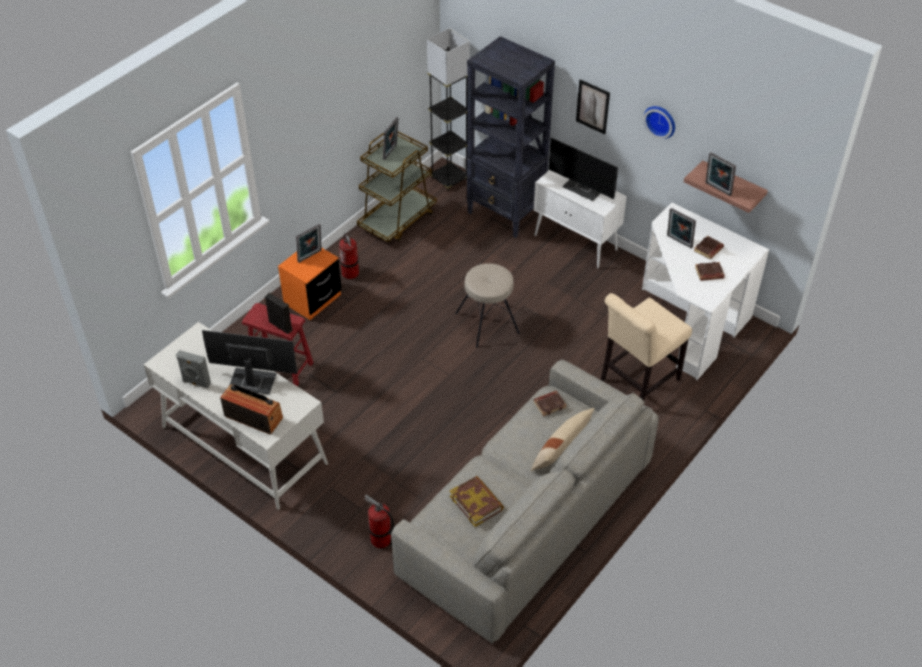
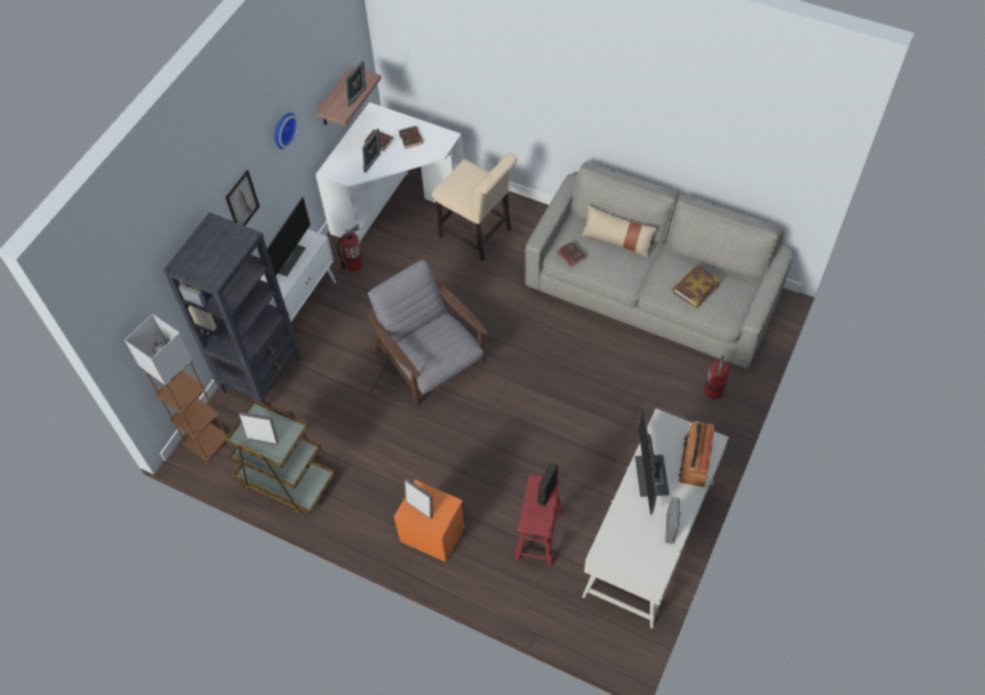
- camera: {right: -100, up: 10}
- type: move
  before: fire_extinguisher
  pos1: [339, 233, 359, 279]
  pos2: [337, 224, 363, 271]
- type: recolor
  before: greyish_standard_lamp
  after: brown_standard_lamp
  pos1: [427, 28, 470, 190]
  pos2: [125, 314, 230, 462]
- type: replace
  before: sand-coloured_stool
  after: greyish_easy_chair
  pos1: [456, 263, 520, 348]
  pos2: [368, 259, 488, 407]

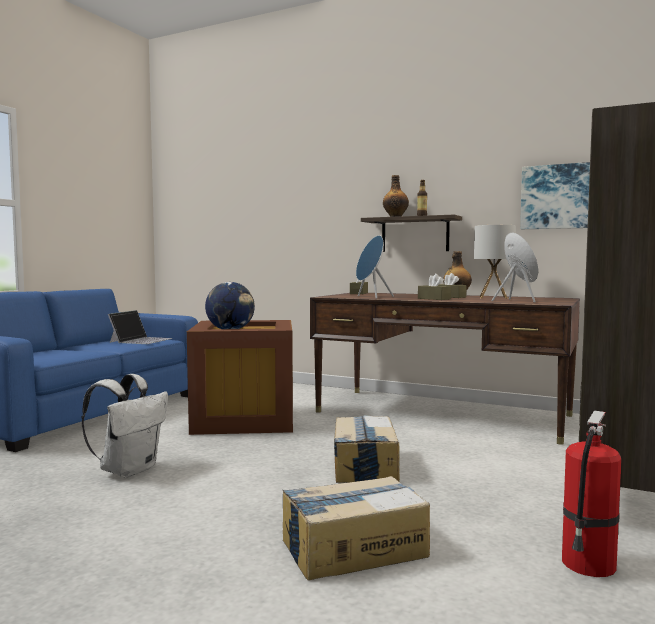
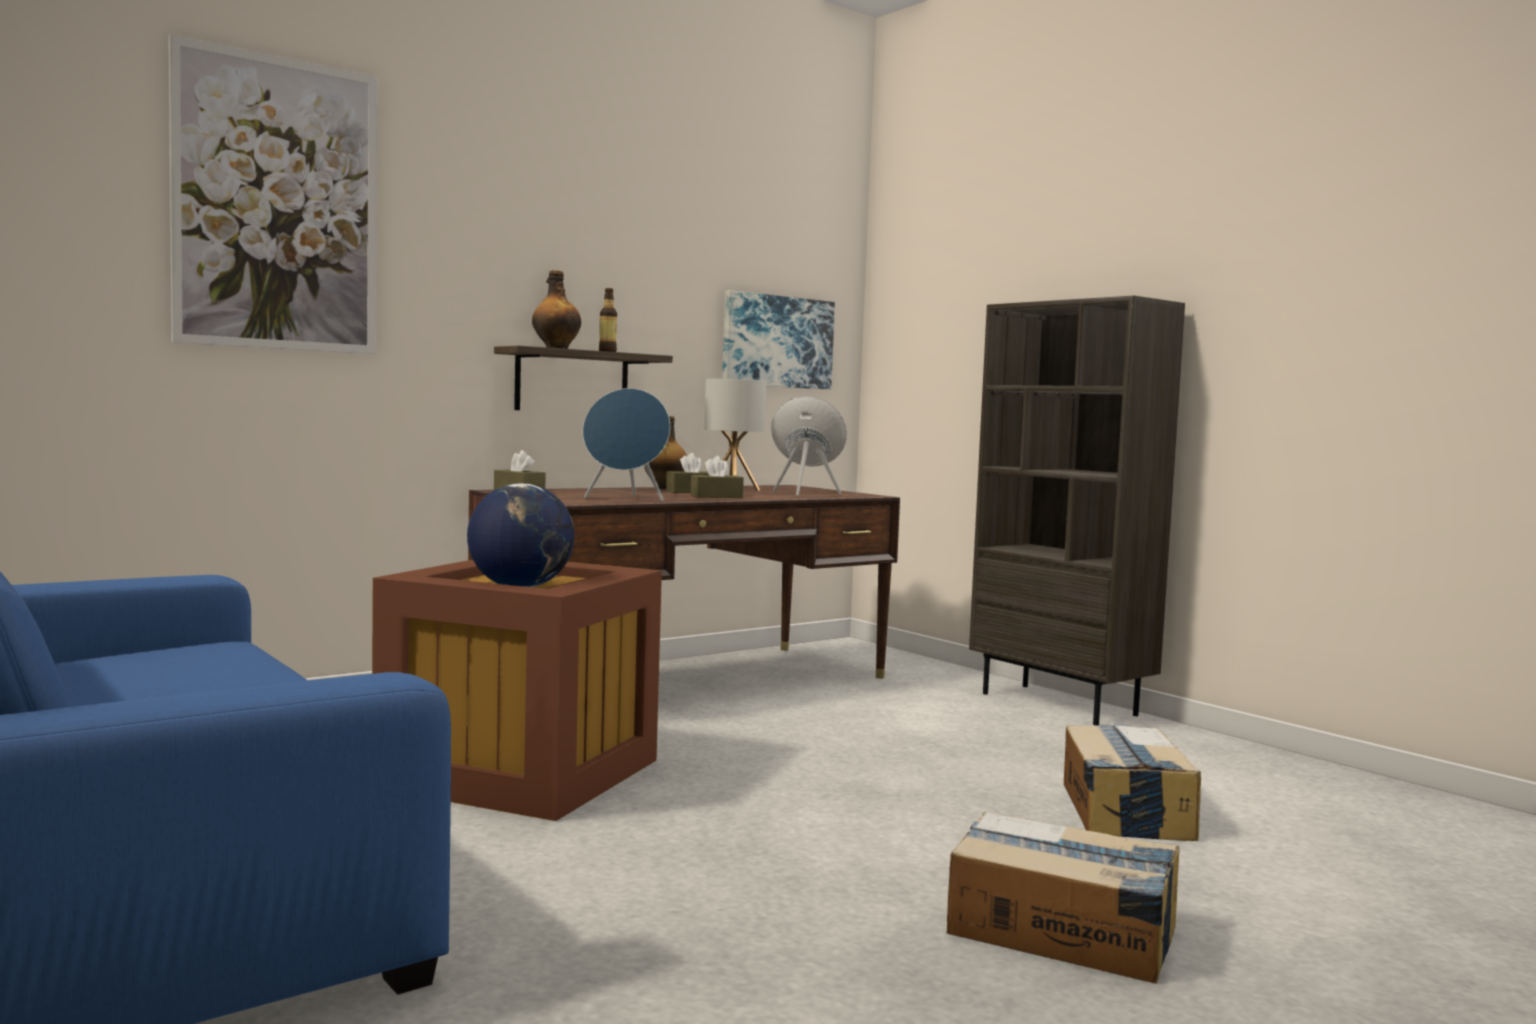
- camera: {right: -65, up: 0}
- type: delete
  before: white-coloured_knapsack
  pos1: [81, 374, 168, 478]
- type: delete
  before: portable_computer
  pos1: [108, 310, 172, 344]
- type: move
  before: carton
  pos1: [334, 415, 400, 483]
  pos2: [946, 812, 1180, 984]
- type: delete
  before: fire_extinguisher
  pos1: [562, 410, 622, 577]
- type: insert
  after: wall_art
  pos2: [169, 35, 377, 354]

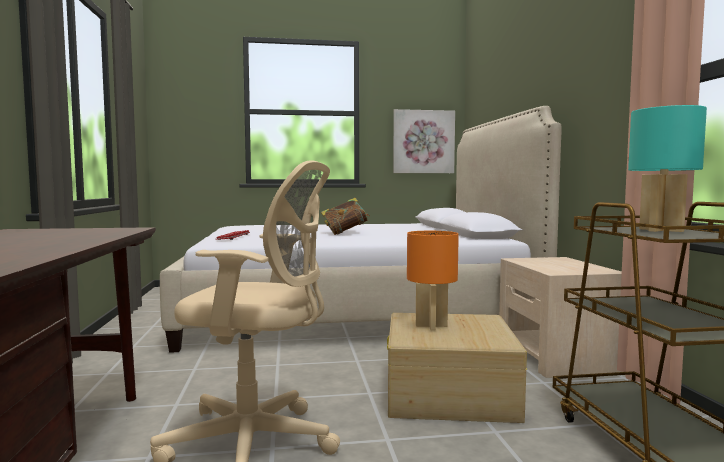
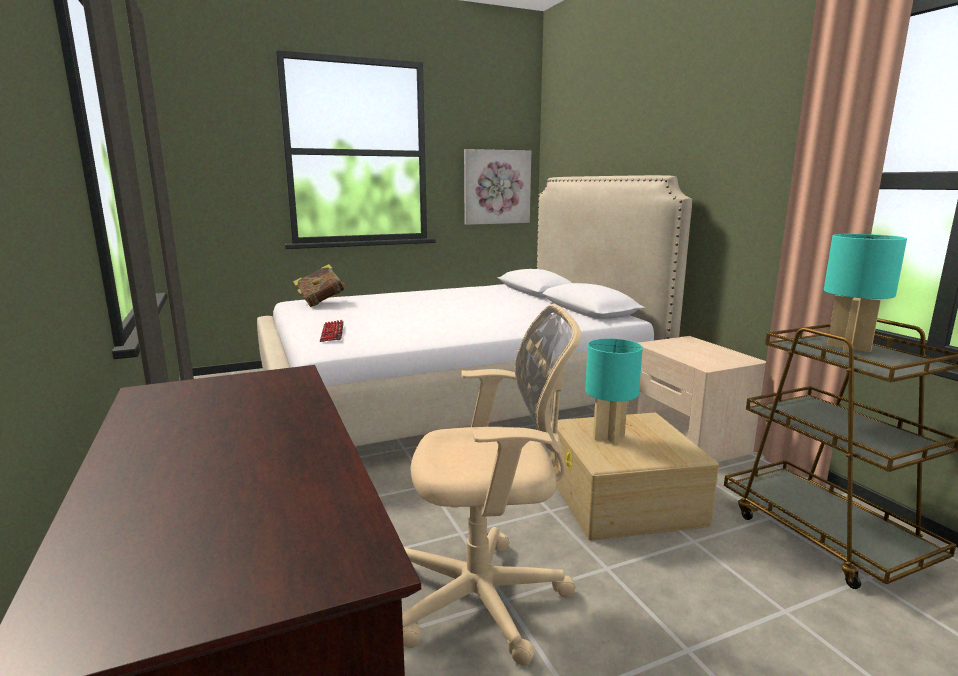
- camera: {right: -15, up: 10}
- type: move
  before: book
  pos1: [321, 198, 369, 235]
  pos2: [293, 264, 347, 307]
- type: recolor
  before: orangey_lamp_for_a_table
  after: turquoise_lamp_for_a_table
  pos1: [407, 231, 459, 331]
  pos2: [585, 339, 643, 445]

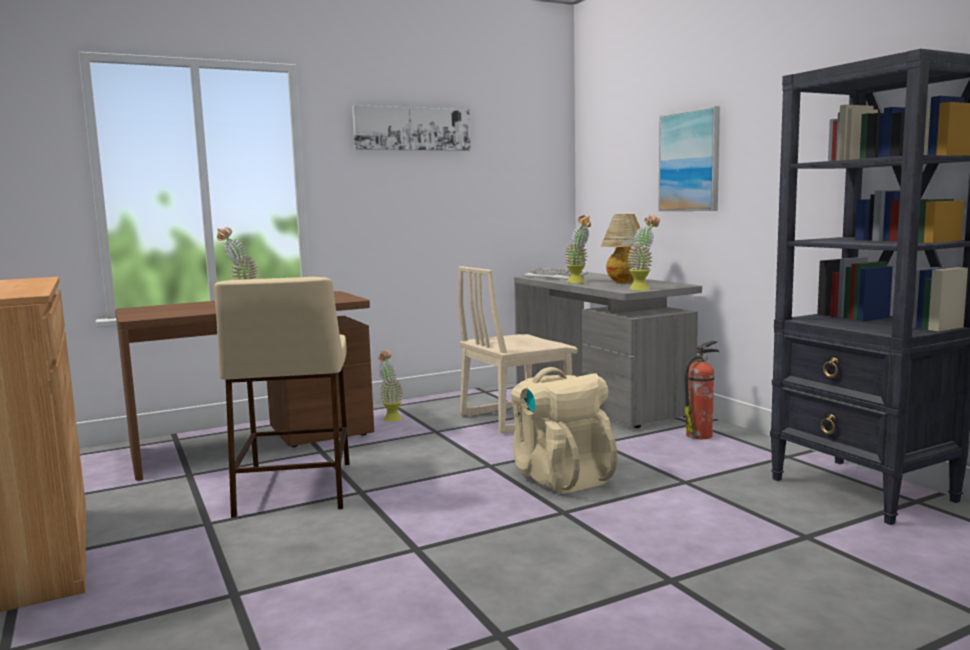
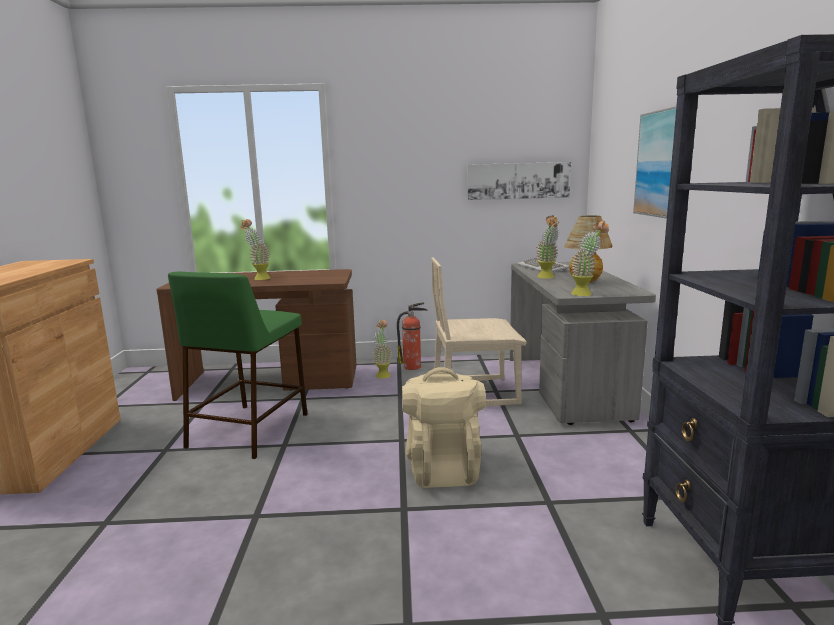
- camera: {right: 25, up: 5}
- type: recolor
  before: sand-coloured_stool
  after: green-coloured_stool
  pos1: [214, 277, 350, 518]
  pos2: [168, 271, 308, 459]
- type: move
  before: wall_art
  pos1: [352, 105, 471, 151]
  pos2: [467, 162, 571, 200]
- type: move
  before: fire_extinguisher
  pos1: [684, 341, 719, 439]
  pos2: [397, 302, 427, 370]

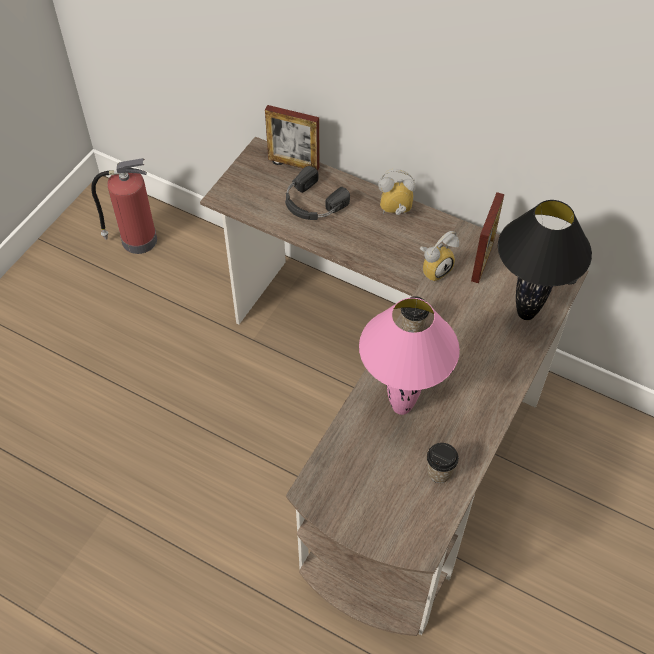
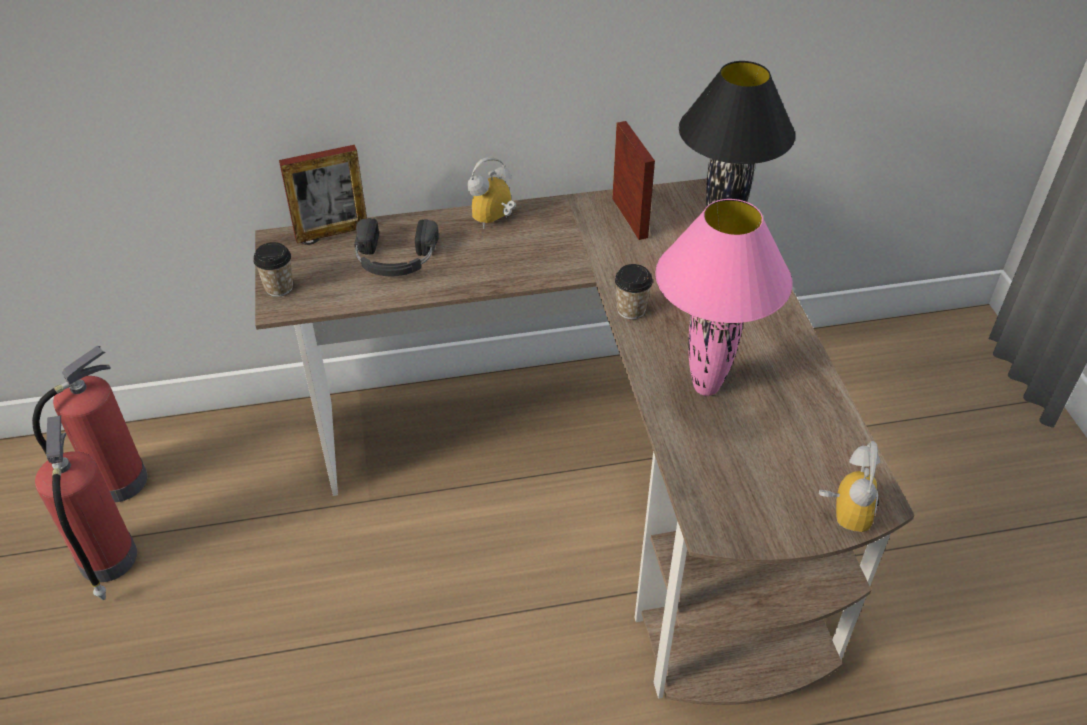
- camera: {right: -40, up: -10}
- type: move
  before: alarm_clock
  pos1: [420, 231, 459, 282]
  pos2: [819, 441, 880, 532]
- type: move
  before: small_cup
  pos1: [427, 443, 459, 483]
  pos2: [253, 242, 293, 297]
- type: insert
  after: fire_extinguisher
  pos2: [35, 416, 137, 600]

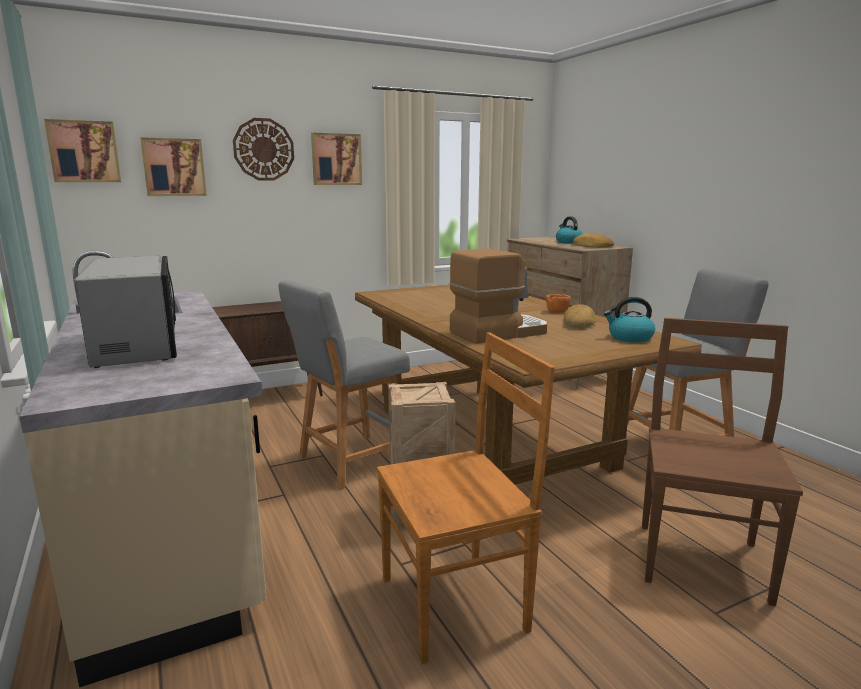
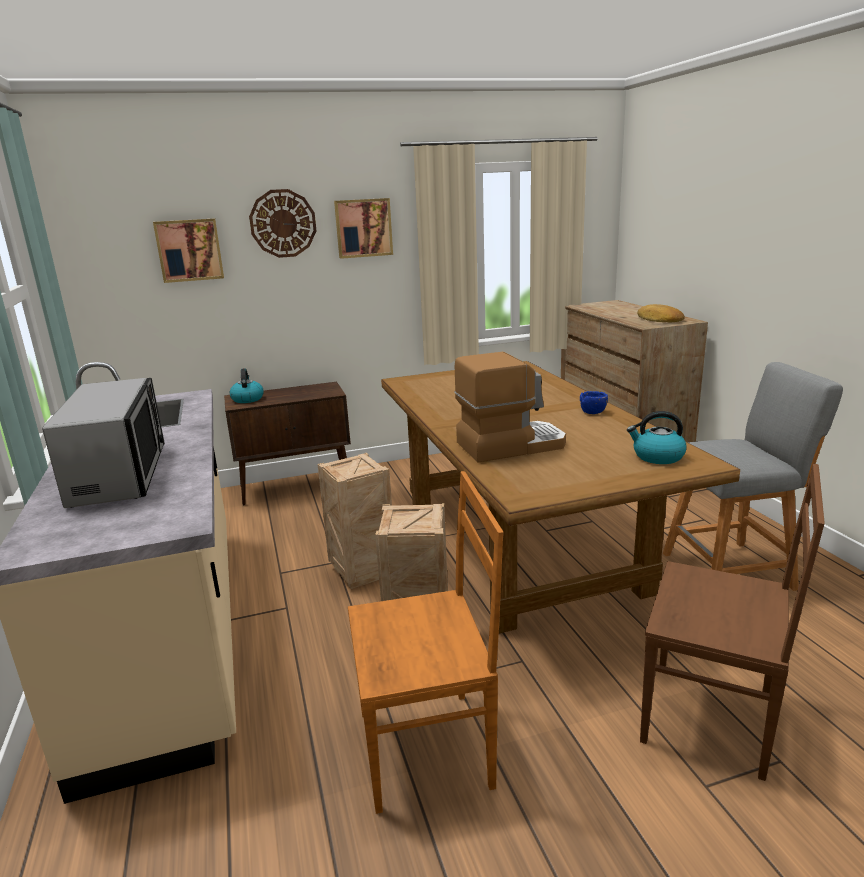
- camera: {right: 10, up: 5}
- type: delete
  before: wall_art
  pos1: [44, 119, 121, 182]
- type: replace
  before: greyish_stool
  after: crate
  pos1: [278, 280, 410, 490]
  pos2: [317, 453, 392, 589]
- type: recolor
  before: orangey_deep_dish
  after: bluish_deep_dish
  pos1: [546, 294, 571, 313]
  pos2: [580, 391, 608, 414]
- type: move
  before: water_kettle
  pos1: [556, 216, 583, 244]
  pos2: [230, 368, 264, 403]
- type: delete
  before: bread
  pos1: [564, 304, 596, 328]
- type: rotate
  before: brown_chair
  pos1: [642, 318, 803, 606]
  pos2: [640, 464, 825, 781]
  turn: 90

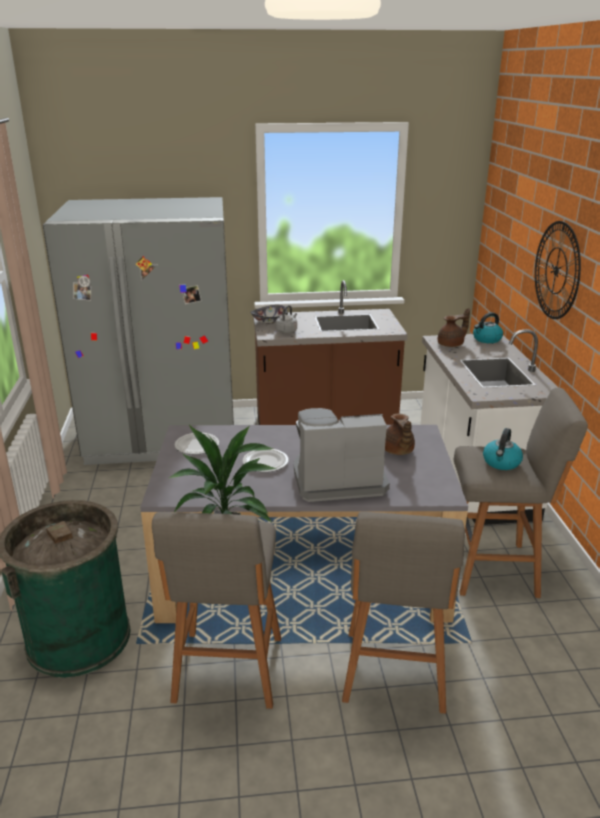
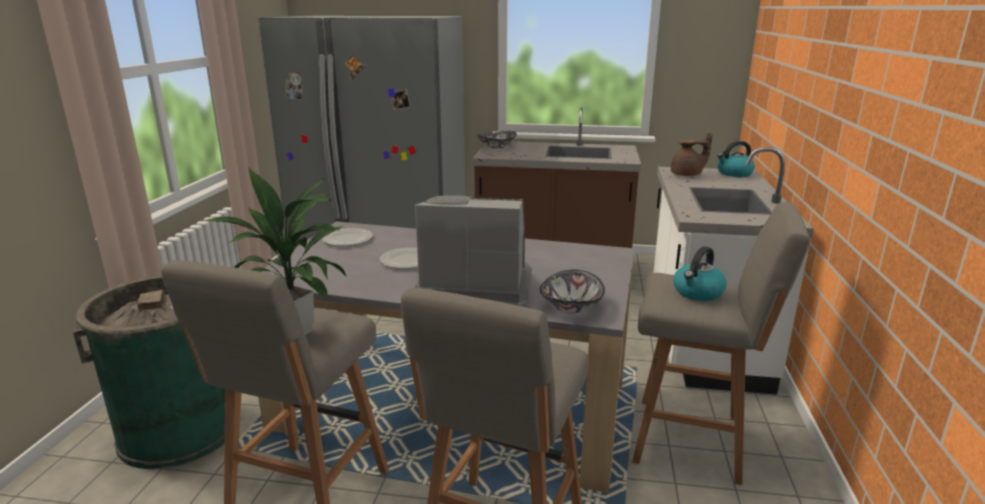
- camera: {right: 15, up: -5}
- type: delete
  before: greyish_water_kettle
  pos1: [276, 305, 297, 334]
- type: delete
  before: brown_pot_for_tea
  pos1: [385, 414, 415, 455]
- type: delete
  before: hanging_clock
  pos1: [535, 221, 581, 319]
- type: insert
  after: deep_dish
  pos2: [540, 270, 605, 314]

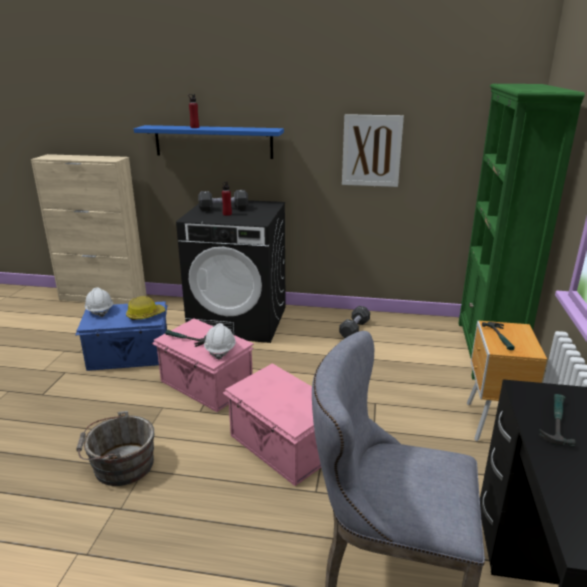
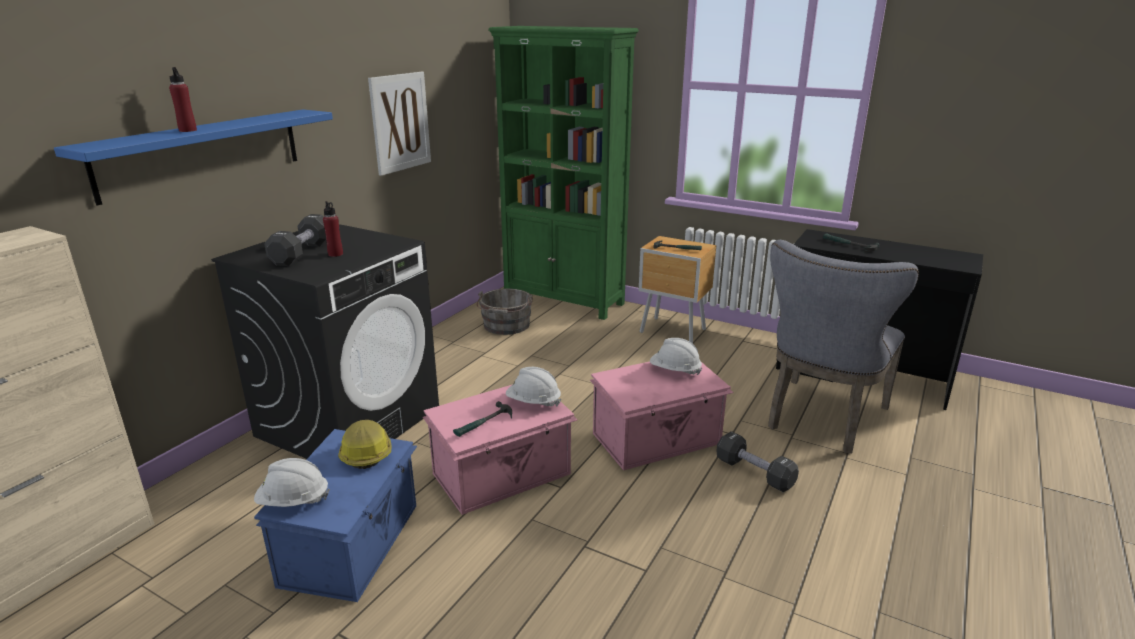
- camera: {right: -70, up: 0}
- type: move
  before: greyish_water_bucket
  pos1: [76, 411, 155, 486]
  pos2: [477, 288, 533, 335]
- type: move
  before: black-coloured_hand_weight
  pos1: [339, 306, 370, 338]
  pos2: [716, 431, 799, 492]
- type: insert
  after: white-coloured_work_helmet
  pos2: [650, 338, 702, 375]

